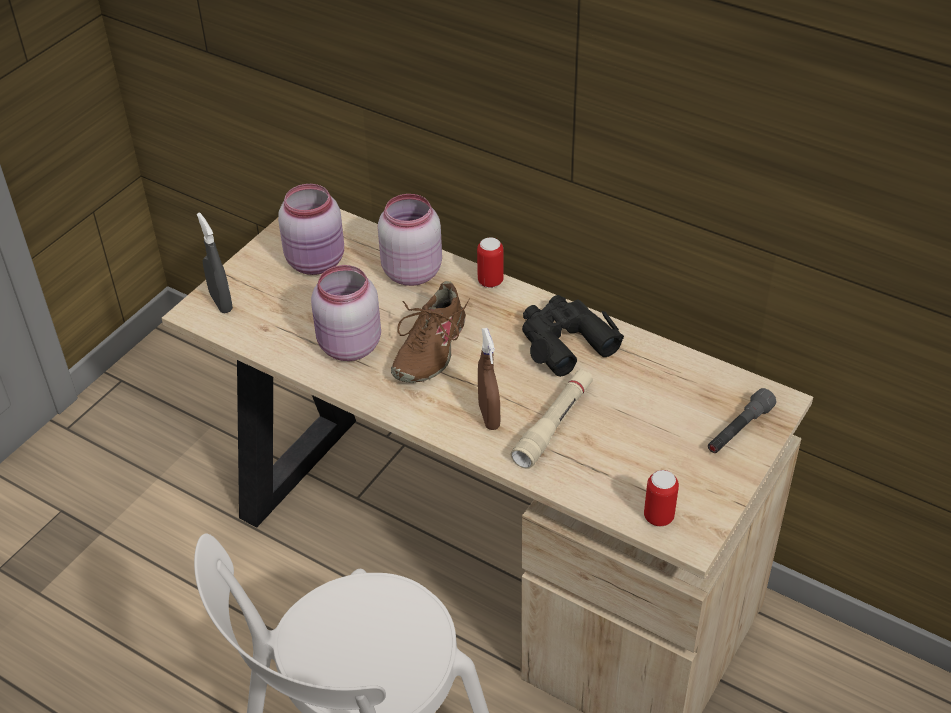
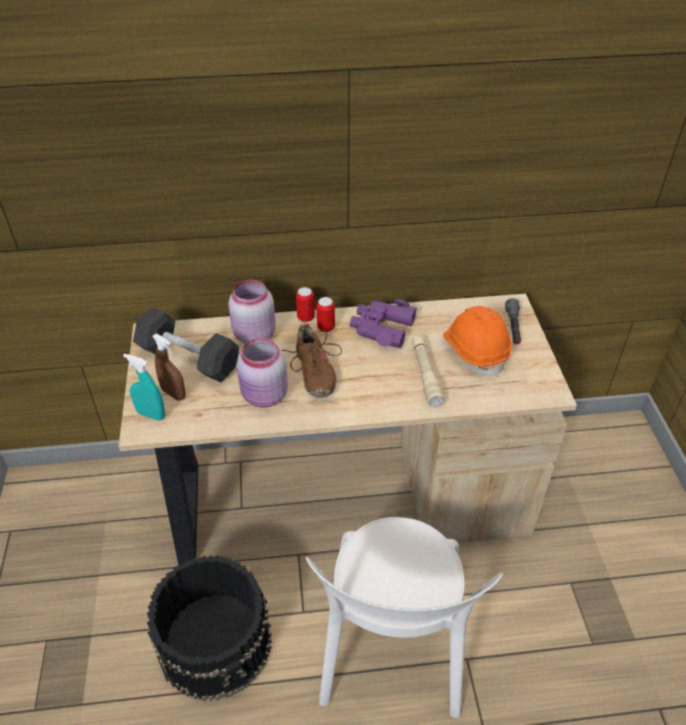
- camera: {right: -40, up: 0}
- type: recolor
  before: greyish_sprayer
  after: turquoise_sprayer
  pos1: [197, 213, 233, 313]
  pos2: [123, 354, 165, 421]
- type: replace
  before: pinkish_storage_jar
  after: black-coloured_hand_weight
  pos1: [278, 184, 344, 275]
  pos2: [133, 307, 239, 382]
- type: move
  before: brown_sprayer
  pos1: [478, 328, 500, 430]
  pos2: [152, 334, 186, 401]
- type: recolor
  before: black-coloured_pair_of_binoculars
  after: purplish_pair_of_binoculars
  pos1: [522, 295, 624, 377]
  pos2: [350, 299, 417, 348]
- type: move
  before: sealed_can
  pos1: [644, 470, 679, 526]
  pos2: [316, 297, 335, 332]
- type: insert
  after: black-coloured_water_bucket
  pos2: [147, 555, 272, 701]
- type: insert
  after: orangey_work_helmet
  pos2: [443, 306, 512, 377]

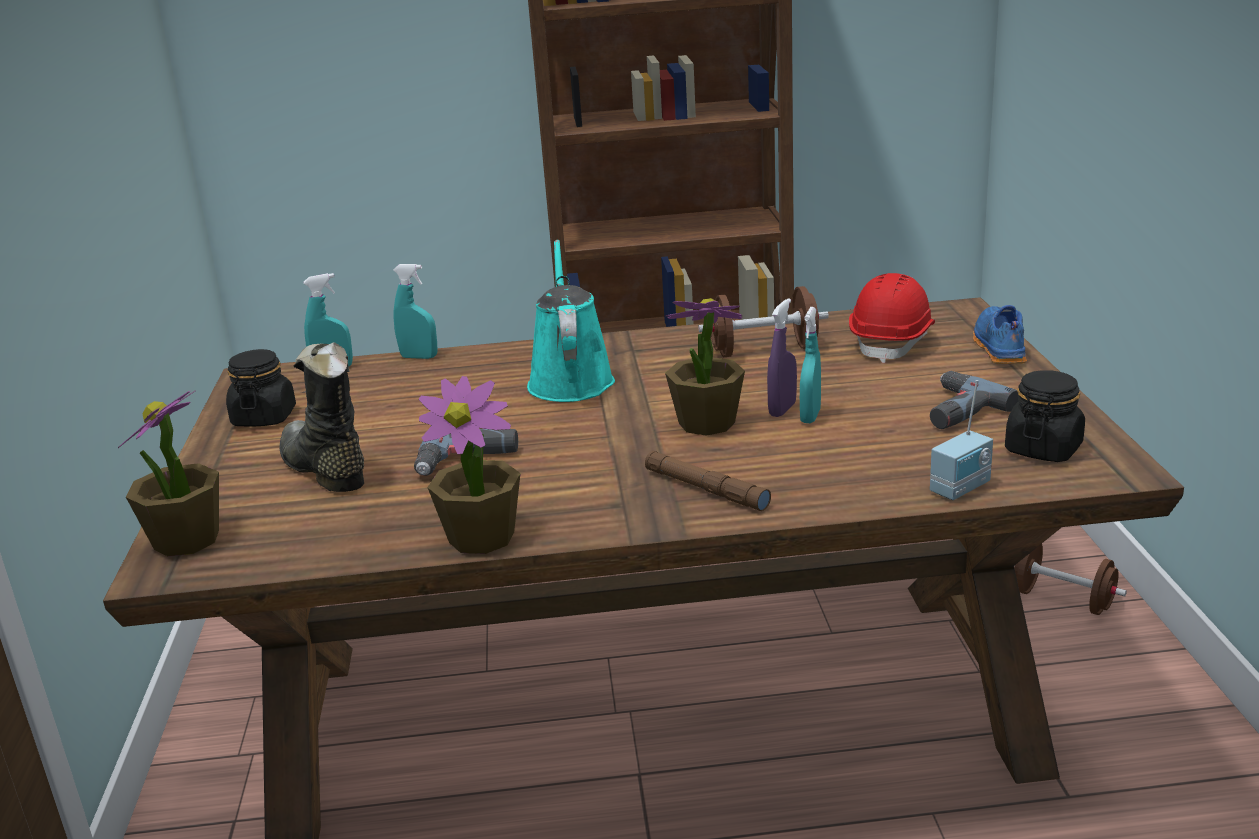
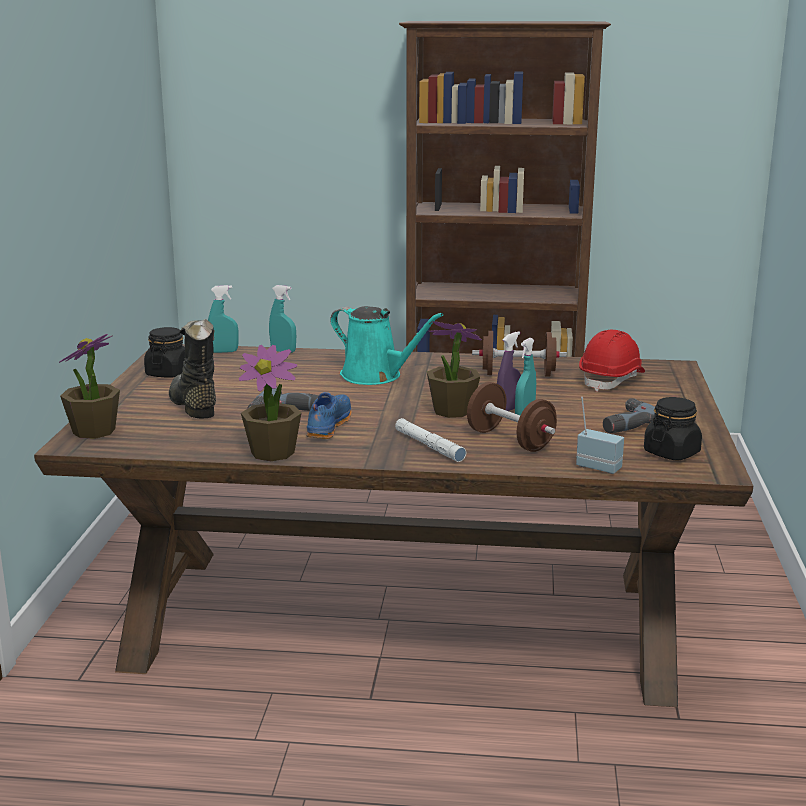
- camera: {right: 10, up: -5}
- type: rotate
  before: turquoise_sprinkling_can
  pos1: [527, 240, 615, 402]
  pos2: [330, 306, 443, 385]
  turn: 120
- type: recolor
  before: brown_torch
  after: white-coloured_torch
  pos1: [645, 451, 771, 511]
  pos2: [395, 418, 466, 462]
- type: rotate
  before: radio
  pos1: [930, 380, 993, 500]
  pos2: [576, 397, 624, 474]
  turn: -120
- type: move
  before: bluish_item_of_footwear
  pos1: [973, 305, 1027, 364]
  pos2: [307, 392, 351, 439]
- type: move
  before: brown_hand_weight
  pos1: [1015, 544, 1127, 615]
  pos2: [467, 382, 557, 452]

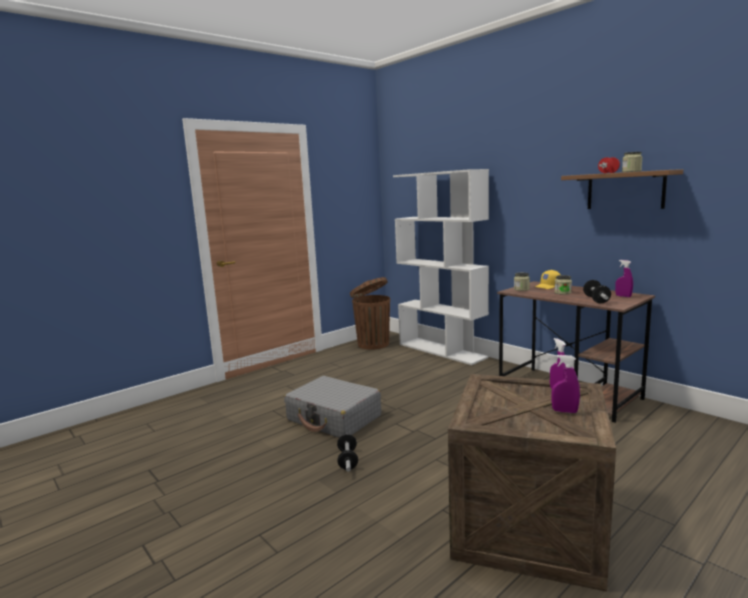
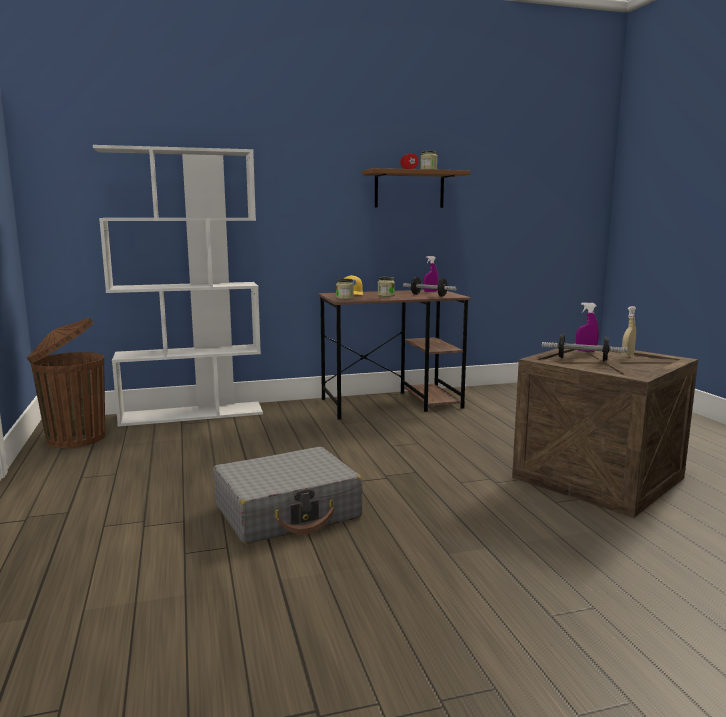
- camera: {right: -65, up: 0}
- type: move
  before: hand_weight
  pos1: [337, 434, 358, 472]
  pos2: [542, 334, 627, 361]
- type: recolor
  before: purplish_sprayer
  after: sand-coloured_sprayer
  pos1: [551, 355, 580, 413]
  pos2: [622, 306, 636, 357]

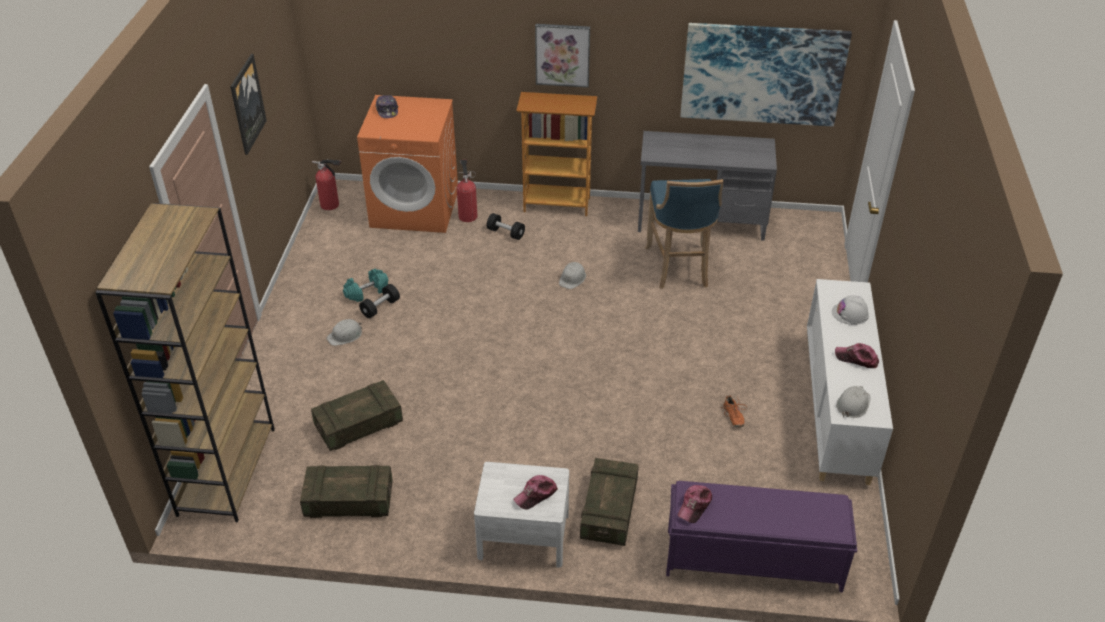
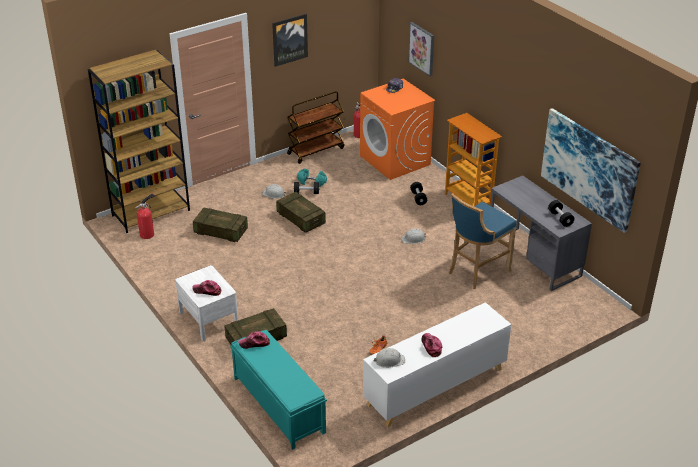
- camera: {right: 50, up: -5}
- type: move
  before: crate
  pos1: [300, 465, 393, 518]
  pos2: [276, 192, 326, 233]
- type: move
  before: fire_extinguisher
  pos1: [457, 159, 477, 222]
  pos2: [135, 194, 155, 239]
- type: move
  before: wall_art
  pos1: [535, 24, 590, 88]
  pos2: [408, 22, 434, 76]
- type: recolor
  before: purplish_indoor_bench
  after: turquoise_indoor_bench
  pos1: [666, 481, 857, 592]
  pos2: [230, 330, 327, 450]
- type: delete
  before: white-coloured_work_helmet
  pos1: [832, 295, 869, 325]
- type: insert
  after: brown_trolley
  pos2: [287, 91, 345, 164]
- type: insert
  after: black-coloured_hand_weight
  pos2: [548, 200, 575, 227]

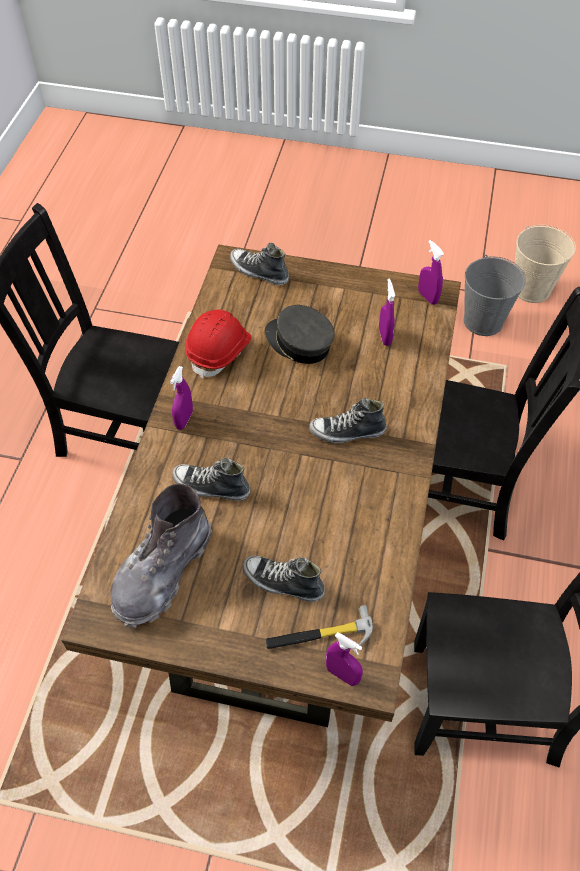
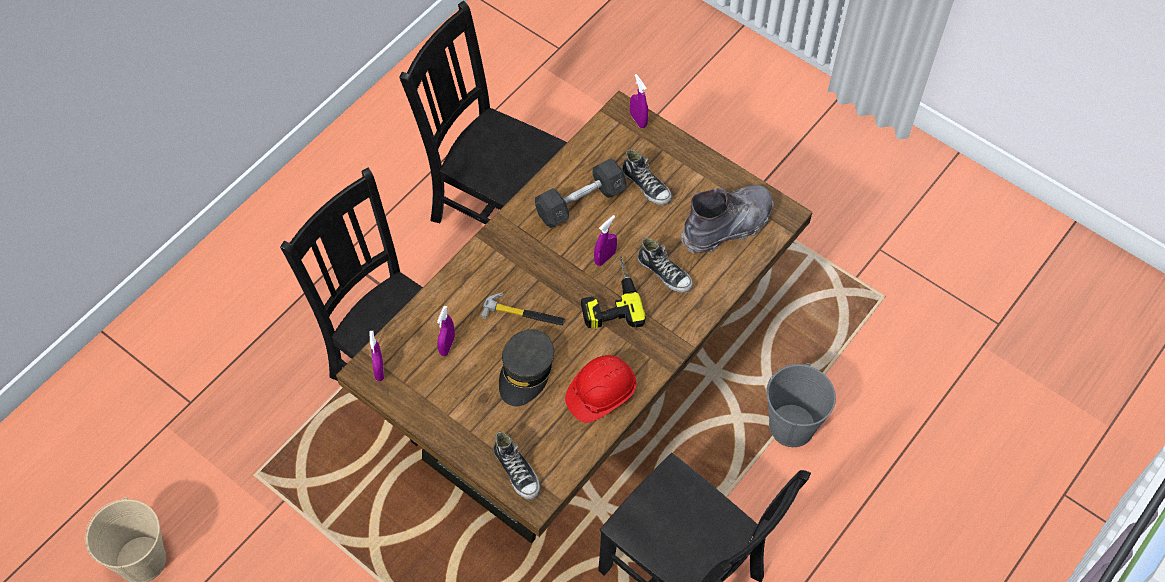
- camera: {right: -155, up: 5}
- type: move
  before: purplish_sprayer
  pos1: [170, 366, 193, 430]
  pos2: [594, 215, 617, 266]
- type: rotate
  before: greyish_peaked_cap
  pos1: [265, 305, 335, 364]
  pos2: [499, 329, 554, 406]
  turn: 45
- type: move
  before: hammer
  pos1: [265, 605, 373, 649]
  pos2: [481, 292, 565, 326]
- type: delete
  before: item_of_footwear
  pos1: [309, 398, 387, 443]
- type: move
  before: greyish_water_bucket
  pos1: [464, 255, 526, 336]
  pos2: [766, 363, 836, 447]
- type: insert
  after: greyish_hand_weight
  pos2: [535, 158, 627, 228]
- type: insert
  after: power_drill
  pos2: [581, 256, 646, 329]

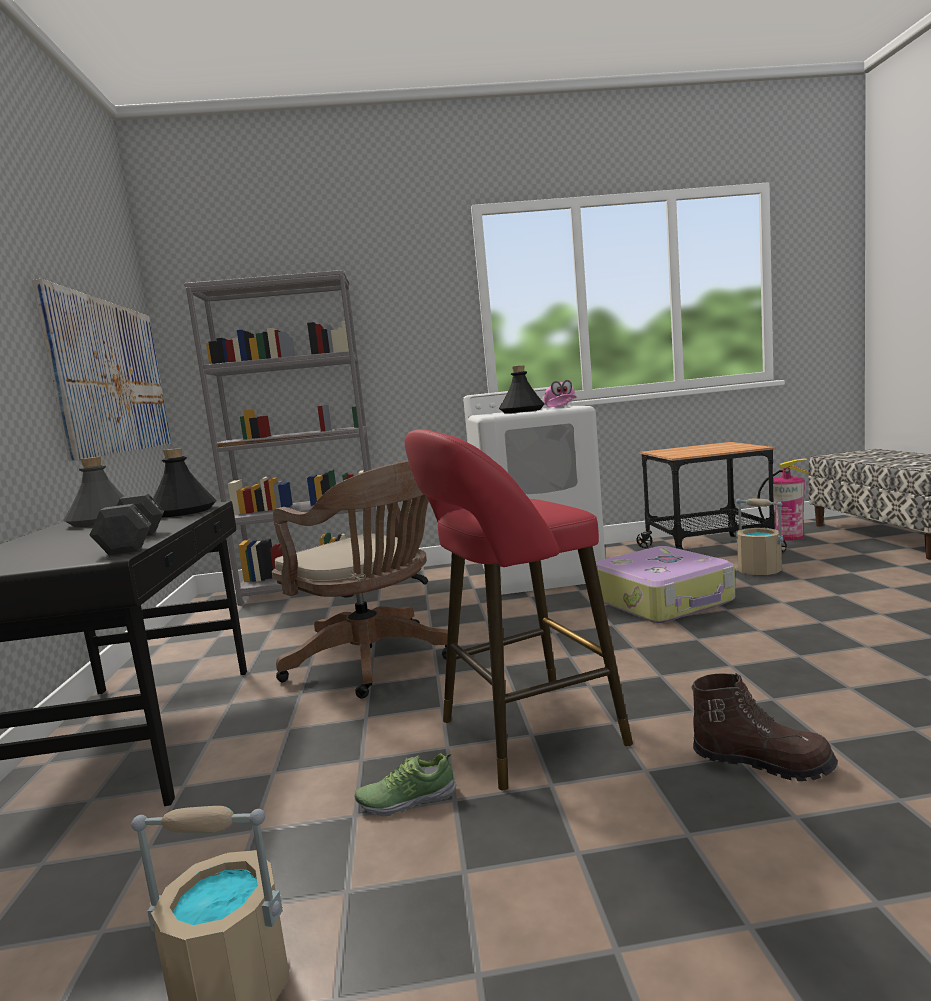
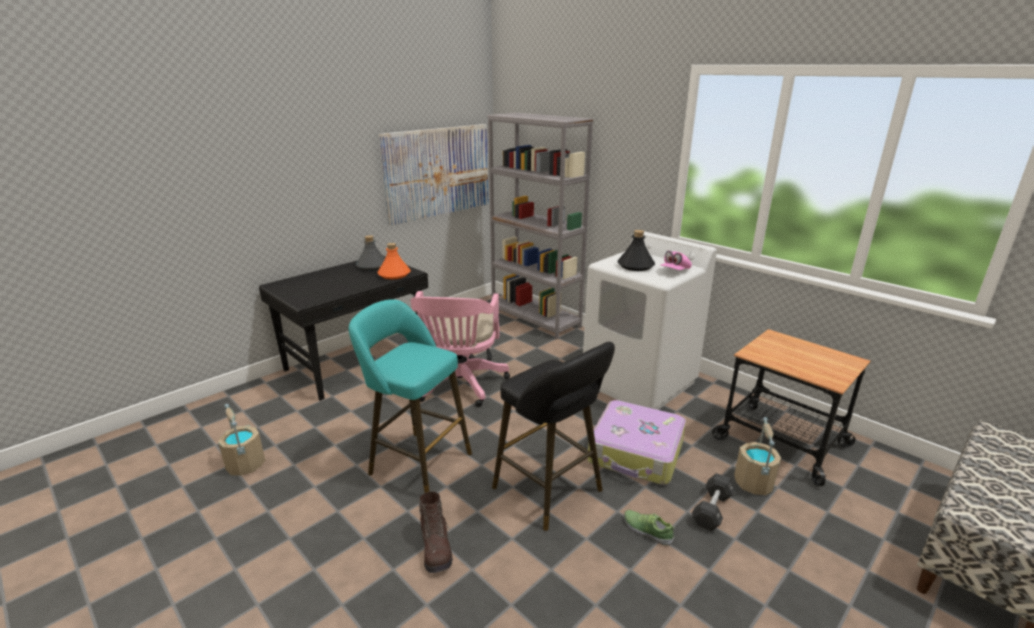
- camera: {right: 50, up: 15}
- type: move
  before: black-coloured_hand_weight
  pos1: [90, 494, 164, 555]
  pos2: [692, 473, 735, 531]
- type: recolor
  before: black-coloured_beverage_bottle
  after: orangey_beverage_bottle
  pos1: [153, 448, 217, 517]
  pos2: [377, 243, 411, 279]
- type: recolor
  before: brown_desk_chair
  after: pinkish_desk_chair
  pos1: [272, 461, 448, 699]
  pos2: [410, 291, 510, 407]
- type: move
  before: item_of_footwear
  pos1: [354, 753, 456, 816]
  pos2: [624, 510, 675, 546]
- type: recolor
  before: red_stool
  after: turquoise_stool
  pos1: [405, 429, 633, 791]
  pos2: [349, 299, 472, 493]
- type: delete
  before: fire_extinguisher
  pos1: [757, 458, 810, 541]
- type: insert
  after: black-coloured_stool
  pos2: [492, 342, 615, 531]

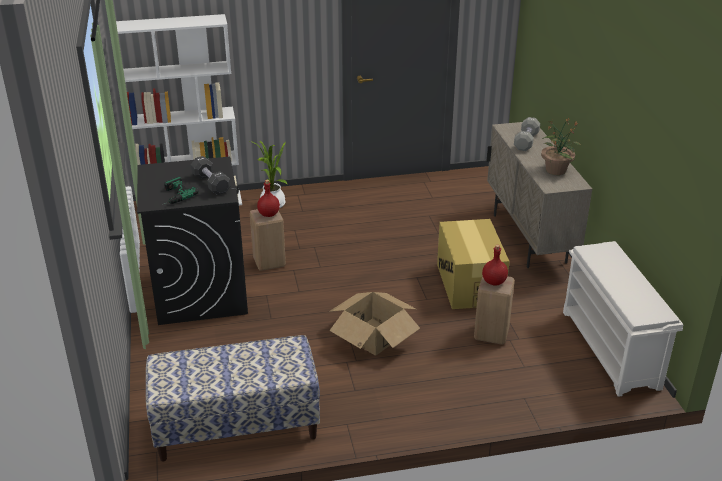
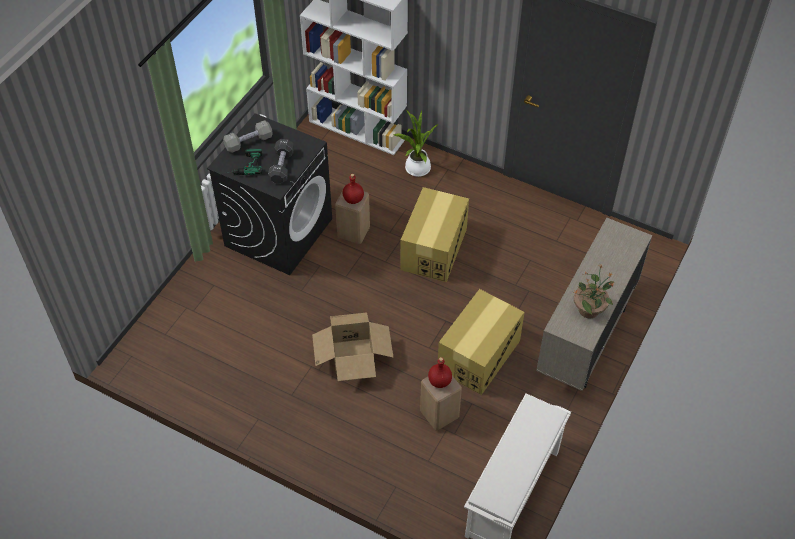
- camera: {right: 40, up: 20}
- type: delete
  before: indoor_bench
  pos1: [146, 335, 320, 462]
- type: move
  before: greyish_hand_weight
  pos1: [514, 117, 540, 151]
  pos2: [223, 120, 273, 153]
- type: insert
  after: carton
  pos2: [400, 187, 469, 282]

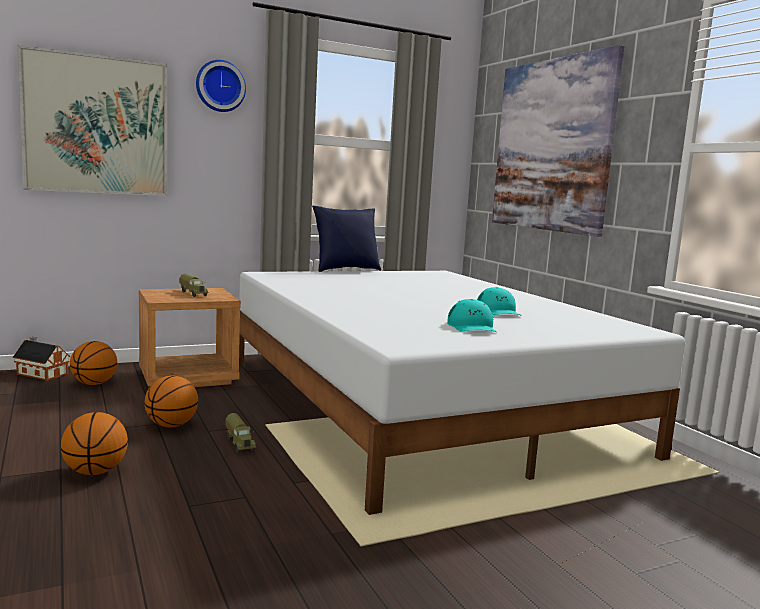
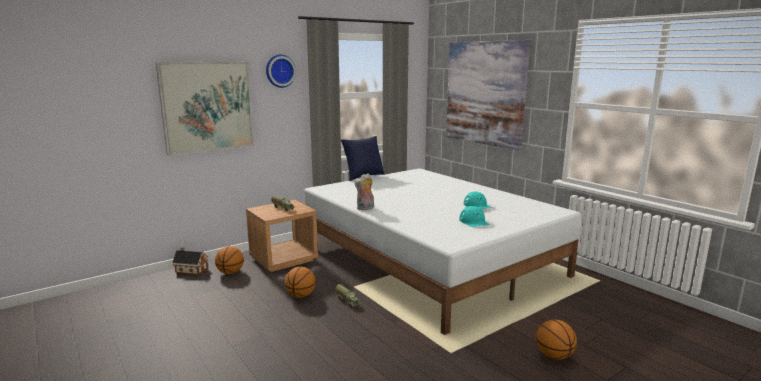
- camera: {right: -10, up: 5}
- type: move
  before: basketball
  pos1: [61, 412, 128, 475]
  pos2: [536, 320, 577, 360]
- type: insert
  after: plush_toy
  pos2: [354, 174, 374, 210]

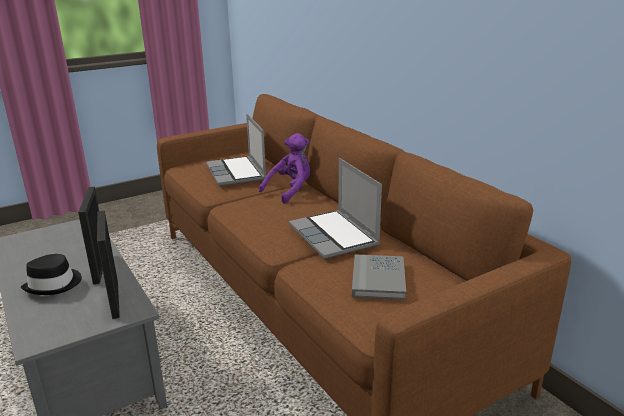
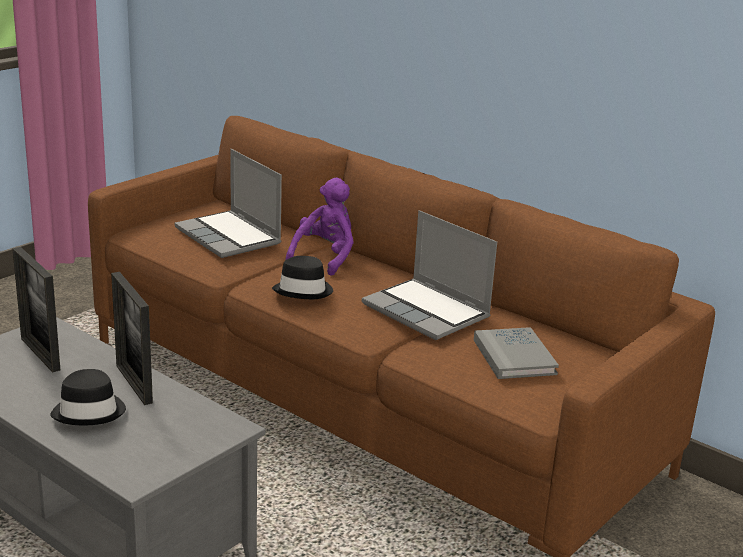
- camera: {right: -20, up: 0}
- type: move
  before: photo_frame
  pos1: [97, 211, 120, 319]
  pos2: [12, 247, 60, 373]
- type: insert
  after: black-coloured_hat
  pos2: [272, 256, 333, 299]

